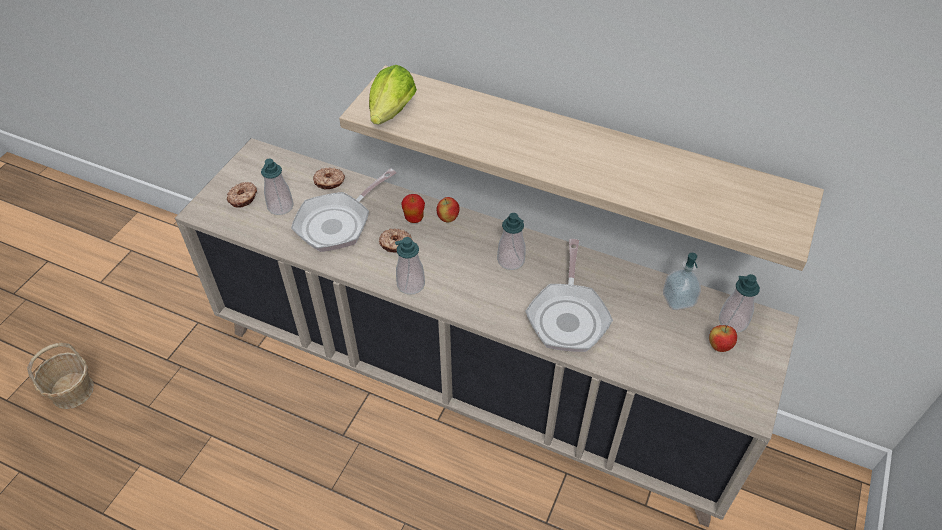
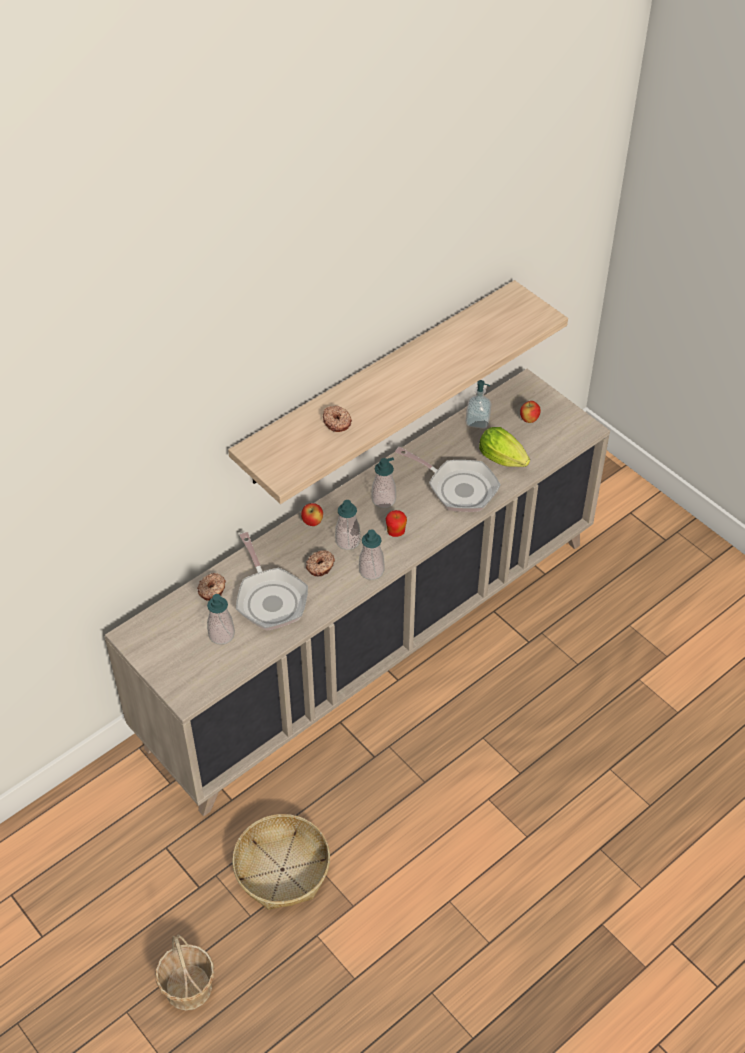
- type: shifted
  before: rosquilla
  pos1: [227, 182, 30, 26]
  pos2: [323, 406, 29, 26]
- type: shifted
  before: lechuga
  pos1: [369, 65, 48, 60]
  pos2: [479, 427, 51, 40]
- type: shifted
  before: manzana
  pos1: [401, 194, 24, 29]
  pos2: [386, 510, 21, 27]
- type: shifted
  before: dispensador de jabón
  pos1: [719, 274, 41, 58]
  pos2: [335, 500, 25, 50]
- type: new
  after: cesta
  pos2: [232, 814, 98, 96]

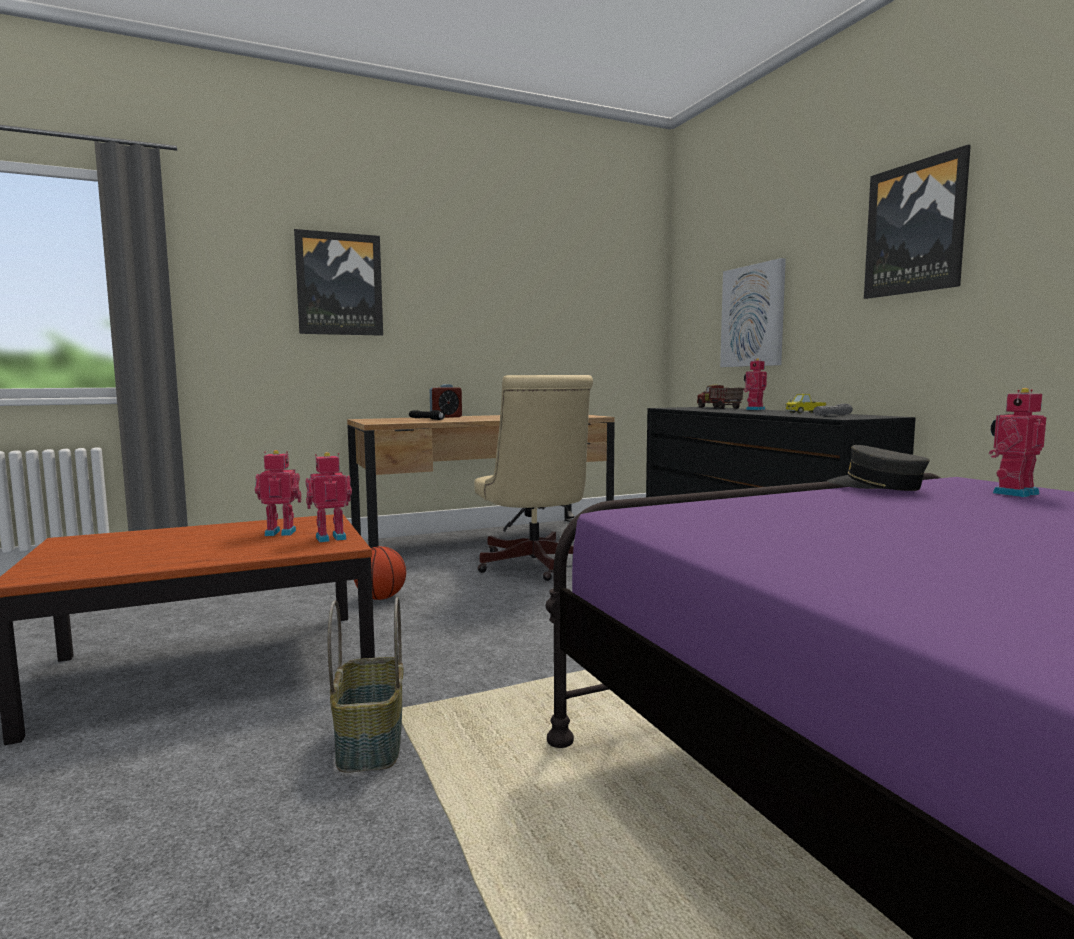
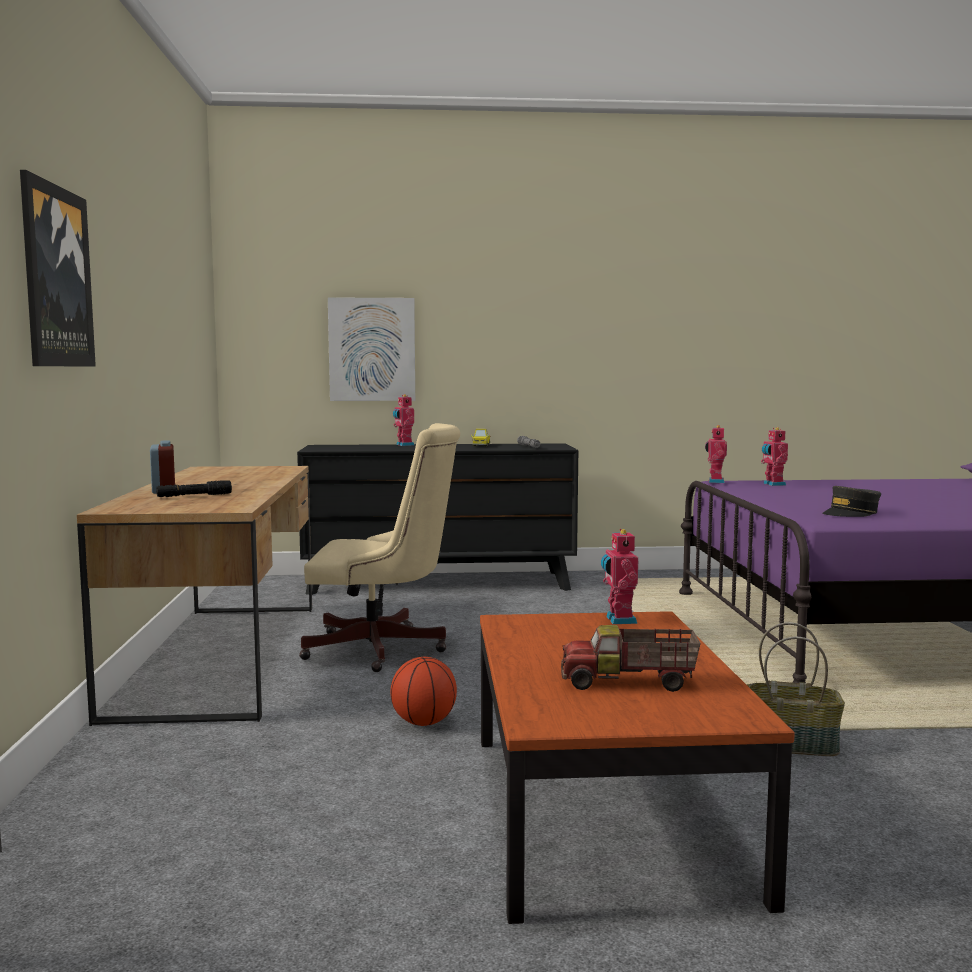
- type: shifted
  before: robot de juguete
  pos1: [255, 450, 47, 86]
  pos2: [705, 425, 22, 58]
- type: shifted
  before: camión de juguete
  pos1: [697, 384, 47, 25]
  pos2: [561, 625, 140, 67]
- type: shifted
  before: gorra [gris]
  pos1: [827, 445, 103, 46]
  pos2: [823, 486, 58, 31]
- type: gone
  before: cuadro
  pos1: [864, 145, 107, 154]

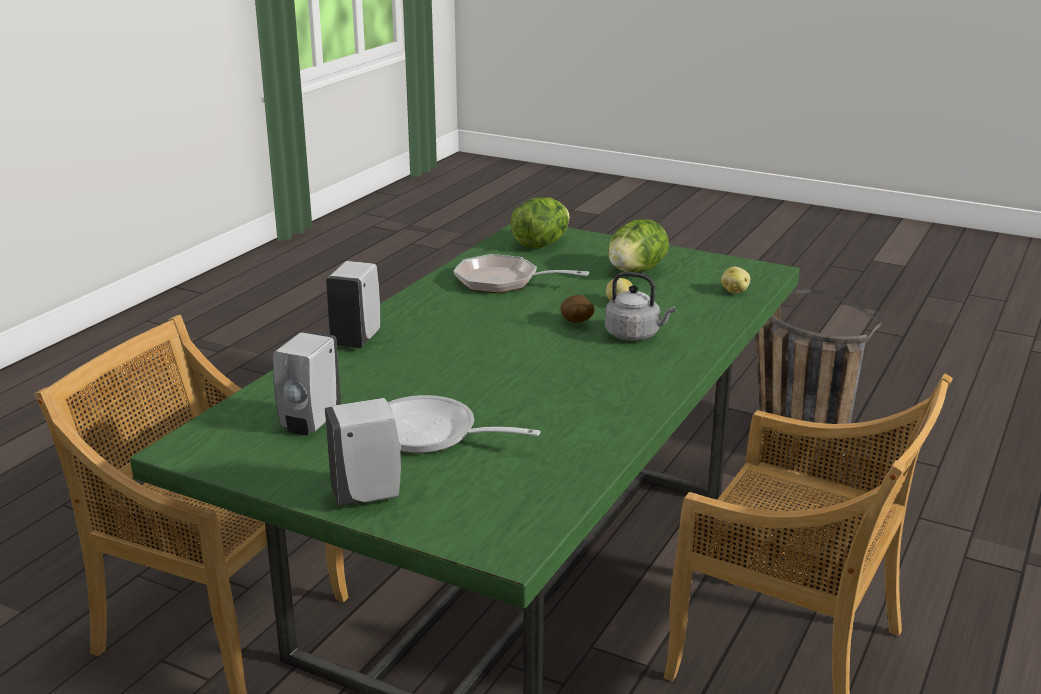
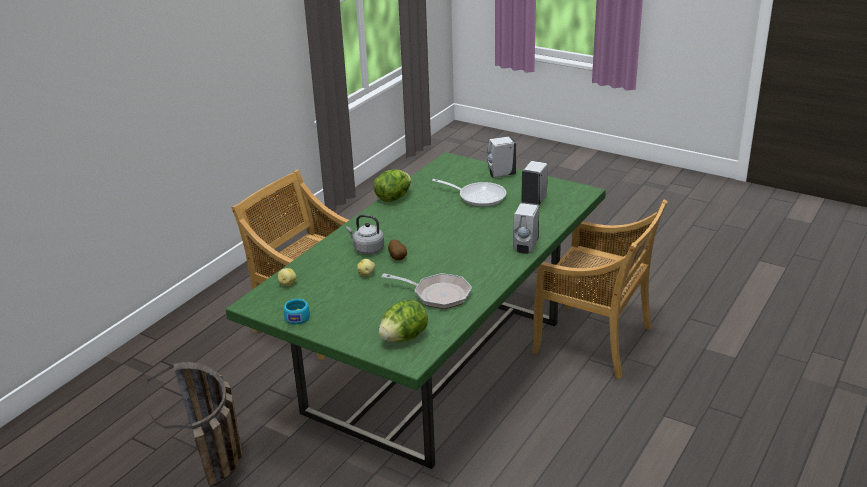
- type: shifted
  before: lechuga
  pos1: [608, 219, 61, 54]
  pos2: [373, 169, 38, 33]
- type: new
  after: taza [turquesa]
  pos2: [284, 299, 26, 26]

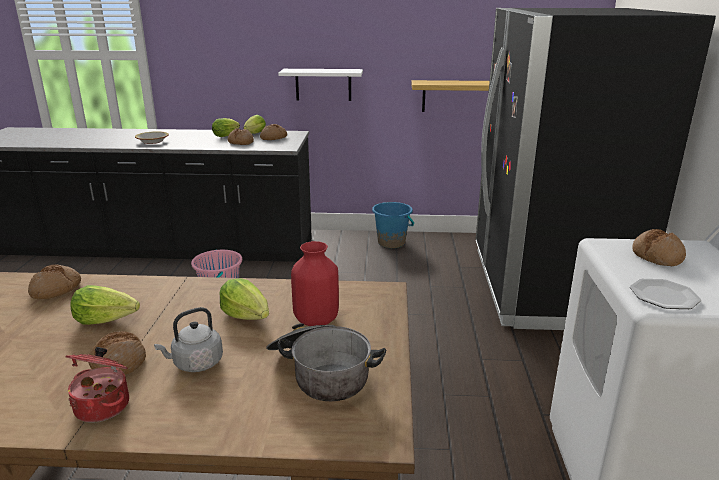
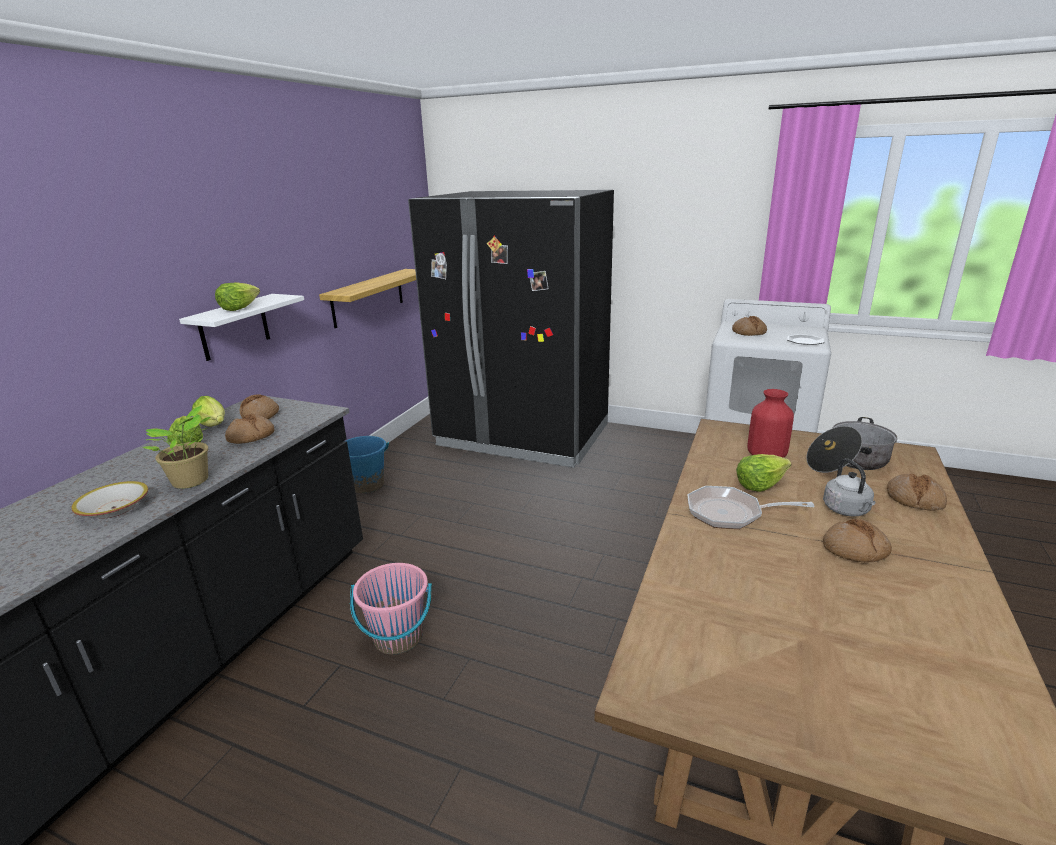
- type: shifted
  before: pan
  pos1: [28, 264, 53, 35]
  pos2: [887, 473, 60, 38]
- type: gone
  before: olla
  pos1: [66, 347, 63, 76]
- type: shifted
  before: lechuga
  pos1: [70, 285, 70, 40]
  pos2: [215, 282, 45, 29]
- type: new
  after: planta en maceta
  pos2: [143, 405, 67, 84]
- type: new
  after: sartén
  pos2: [688, 486, 127, 43]

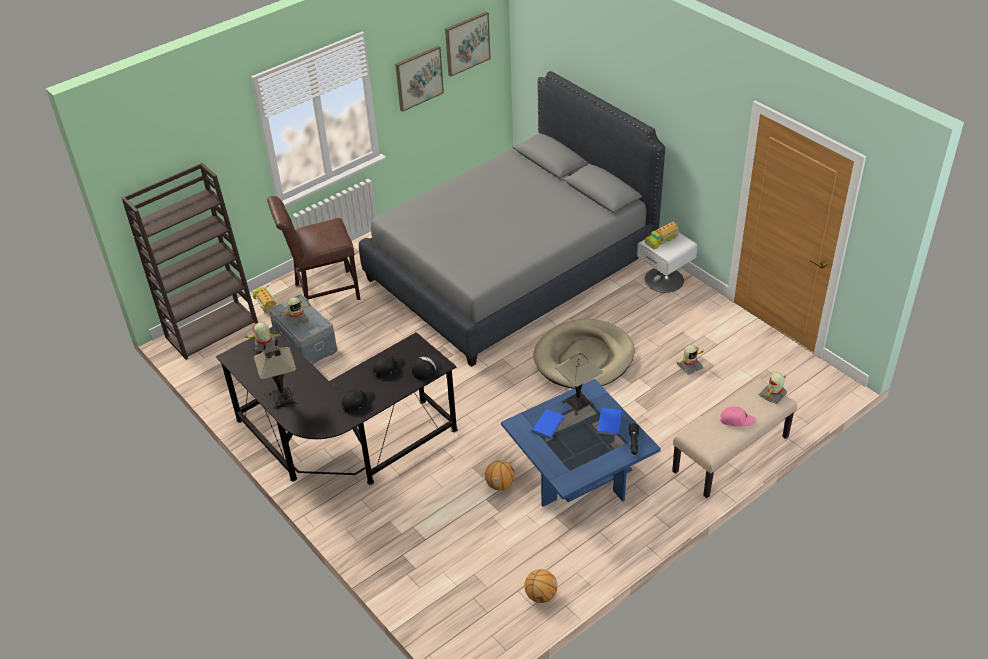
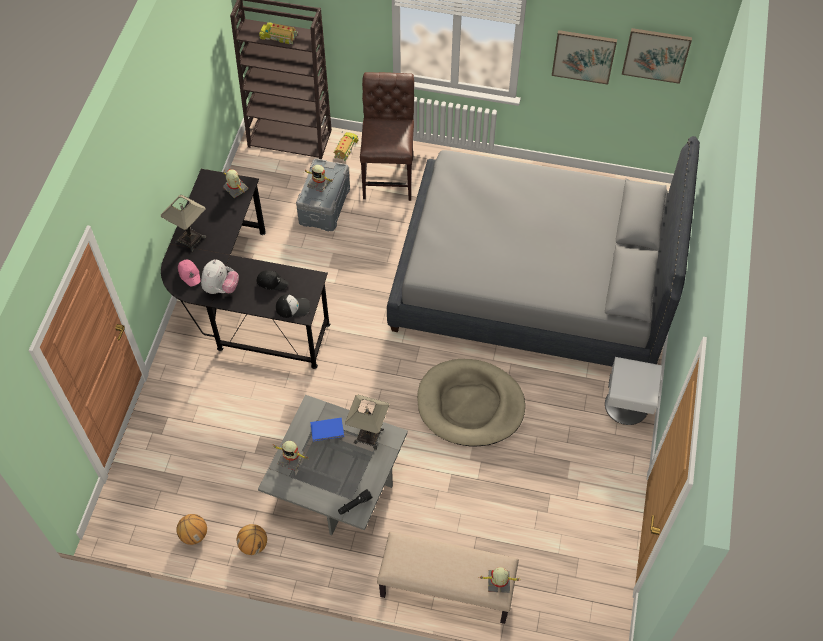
- type: rotated
  before: silla [marrón]
  pos1: [267, 196, 93, 104]
  pos2: [360, 72, 54, 129]
  turn: 60
- type: swapped
  before: gorra [negro]
  after: peluche
  pos1: [342, 389, 32, 23]
  pos2: [201, 260, 38, 34]
- type: shifted
  before: balón de baloncesto
  pos1: [485, 460, 30, 31]
  pos2: [237, 524, 30, 31]
- type: repainted
  before: mesa de centro [azul]
  after: mesa de centro [gris]
  pos1: [501, 379, 160, 128]
  pos2: [258, 395, 150, 140]
- type: gone
  before: libro [azul]
  pos1: [598, 408, 24, 28]
- type: shifted
  before: camión de juguete
  pos1: [645, 222, 34, 28]
  pos2: [259, 19, 39, 25]
- type: shifted
  before: robot de juguete
  pos1: [677, 345, 27, 30]
  pos2: [274, 441, 34, 30]
- type: shifted
  before: gorra [rosa]
  pos1: [720, 407, 36, 20]
  pos2: [178, 259, 23, 27]

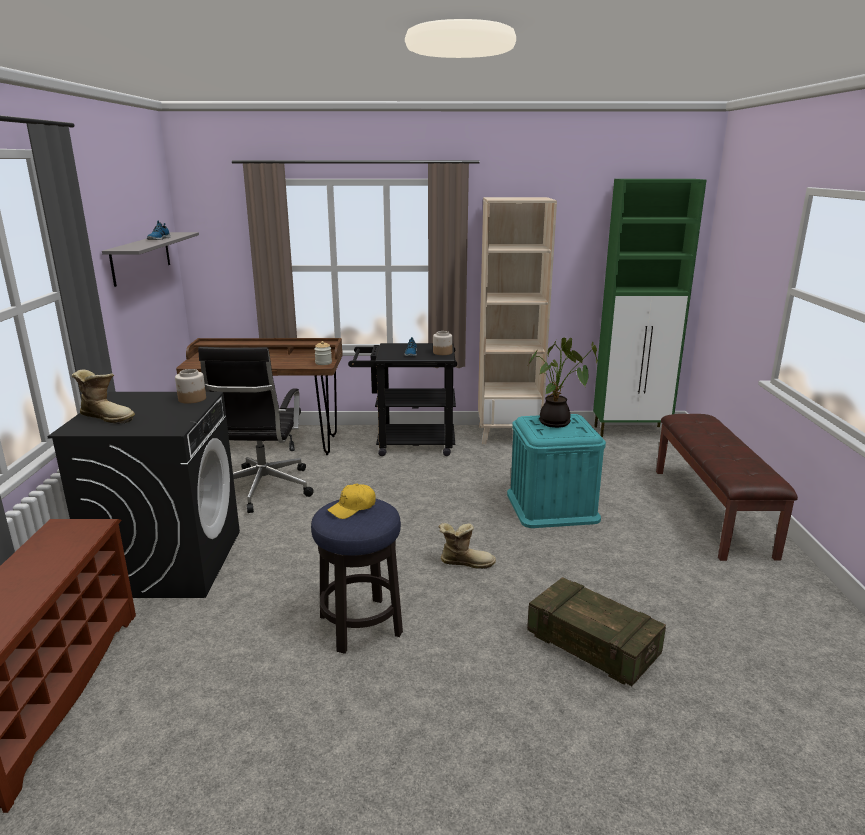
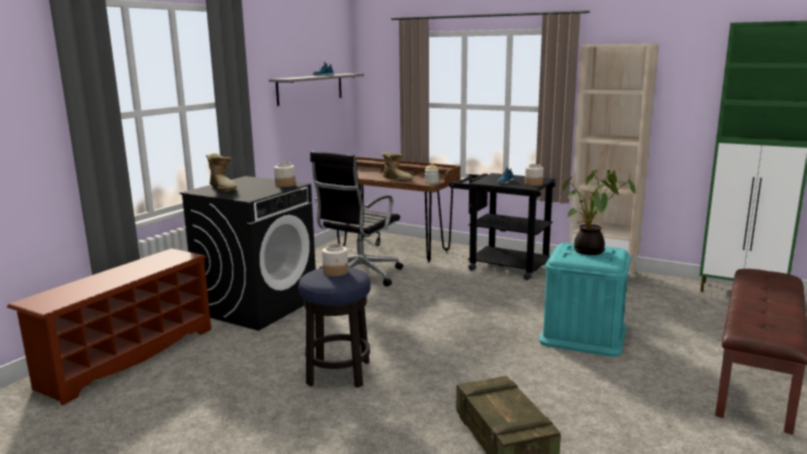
- type: swapped
  before: gorra [amarillo]
  after: tarro
  pos1: [328, 484, 48, 35]
  pos2: [322, 244, 26, 32]
- type: shifted
  before: bota
  pos1: [439, 523, 57, 46]
  pos2: [381, 152, 32, 30]

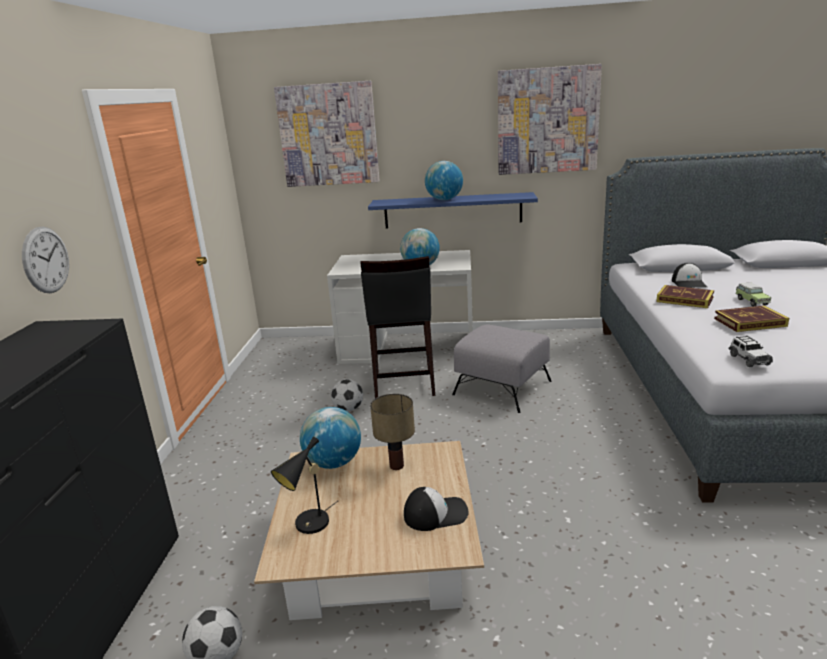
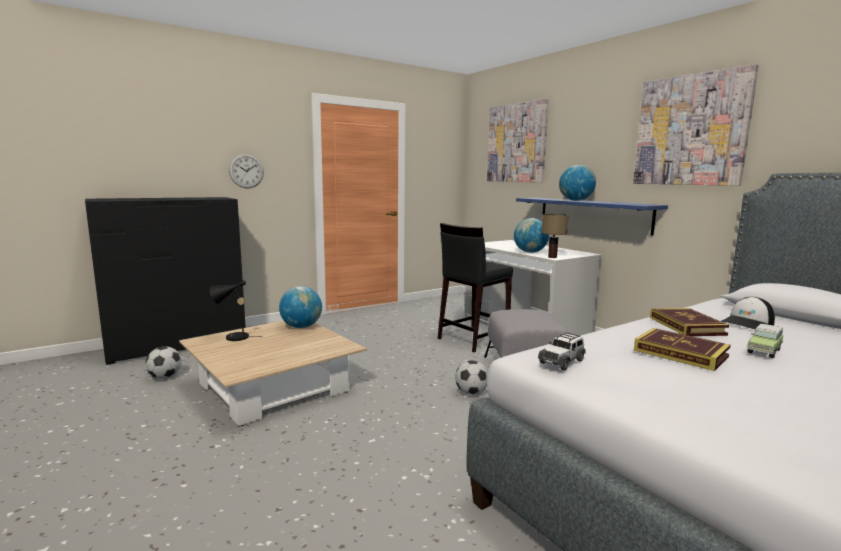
- type: shifted
  before: balón de fútbol
  pos1: [331, 379, 32, 32]
  pos2: [455, 360, 33, 35]
- type: shifted
  before: lámpara de mesa
  pos1: [370, 394, 45, 76]
  pos2: [542, 214, 27, 44]
- type: gone
  before: gorra
  pos1: [404, 487, 65, 44]

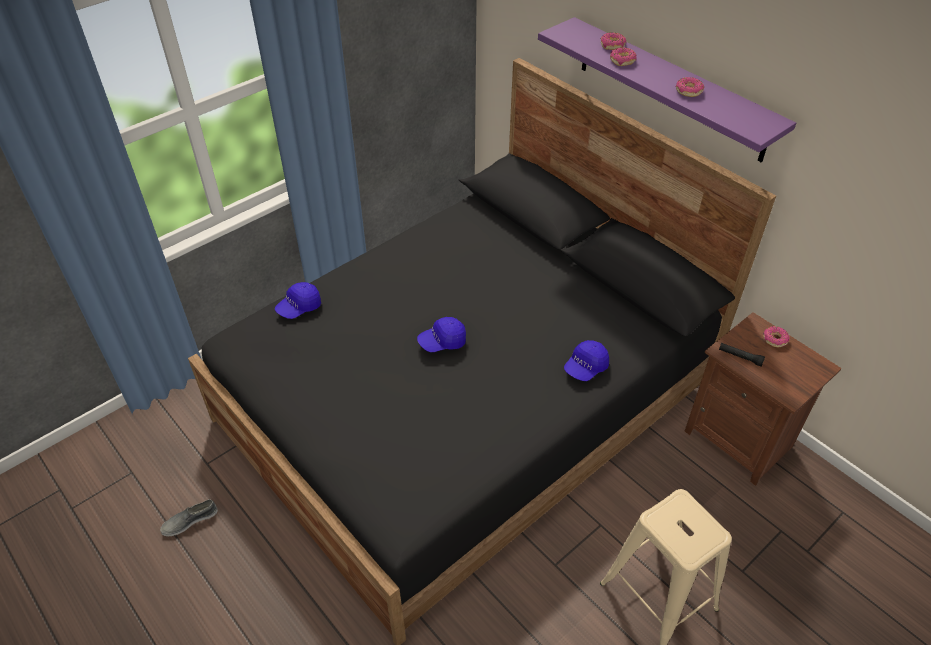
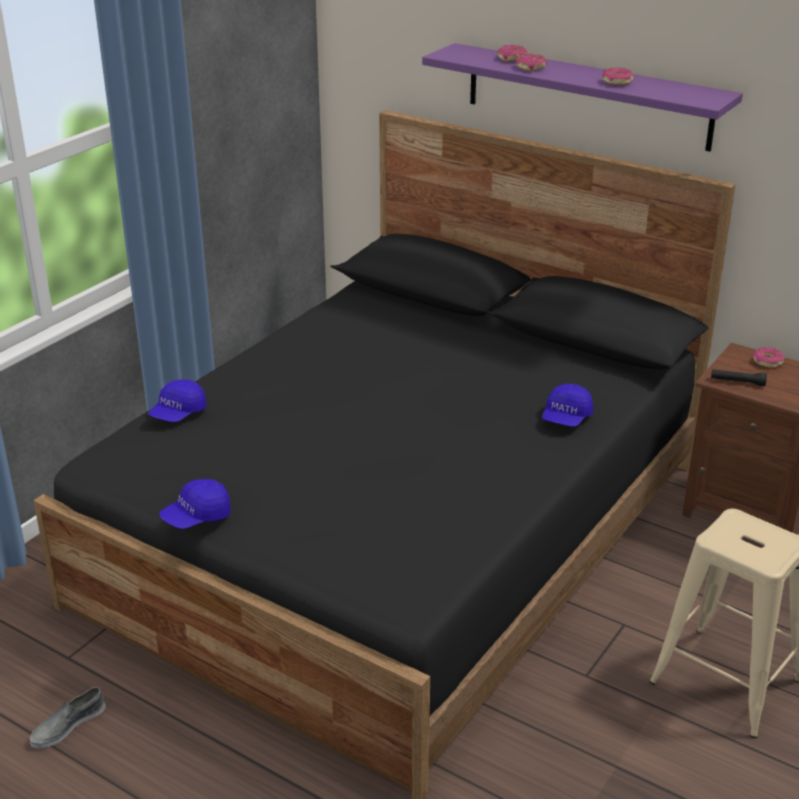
- type: shifted
  before: gorra [azul]
  pos1: [417, 317, 49, 35]
  pos2: [159, 479, 72, 50]

